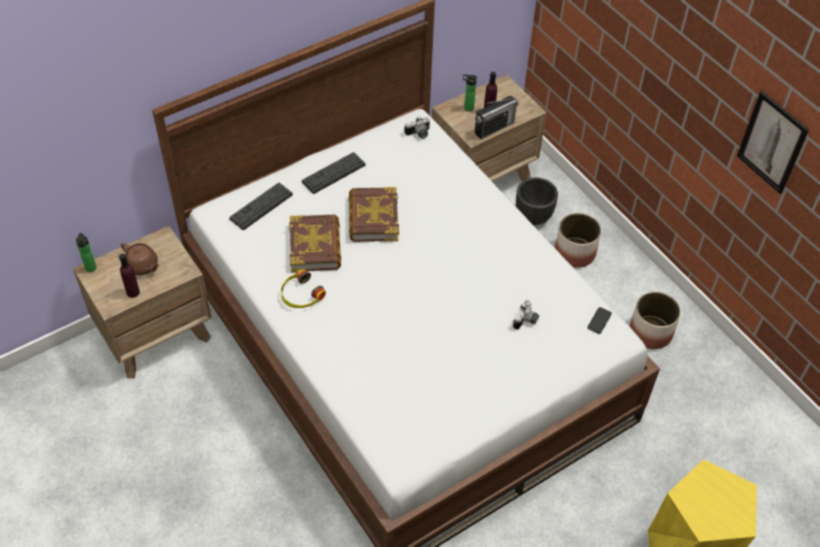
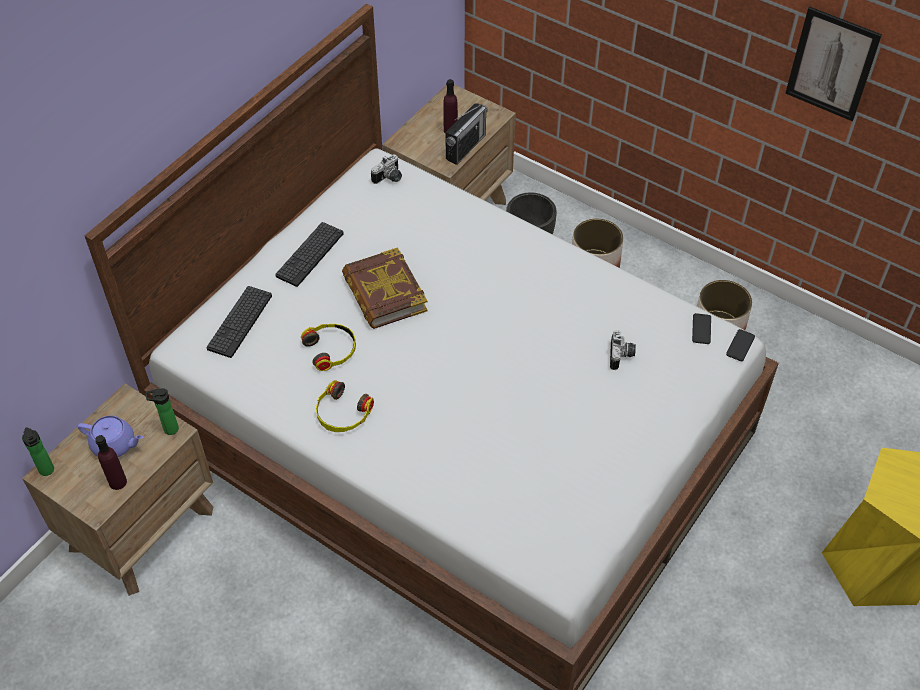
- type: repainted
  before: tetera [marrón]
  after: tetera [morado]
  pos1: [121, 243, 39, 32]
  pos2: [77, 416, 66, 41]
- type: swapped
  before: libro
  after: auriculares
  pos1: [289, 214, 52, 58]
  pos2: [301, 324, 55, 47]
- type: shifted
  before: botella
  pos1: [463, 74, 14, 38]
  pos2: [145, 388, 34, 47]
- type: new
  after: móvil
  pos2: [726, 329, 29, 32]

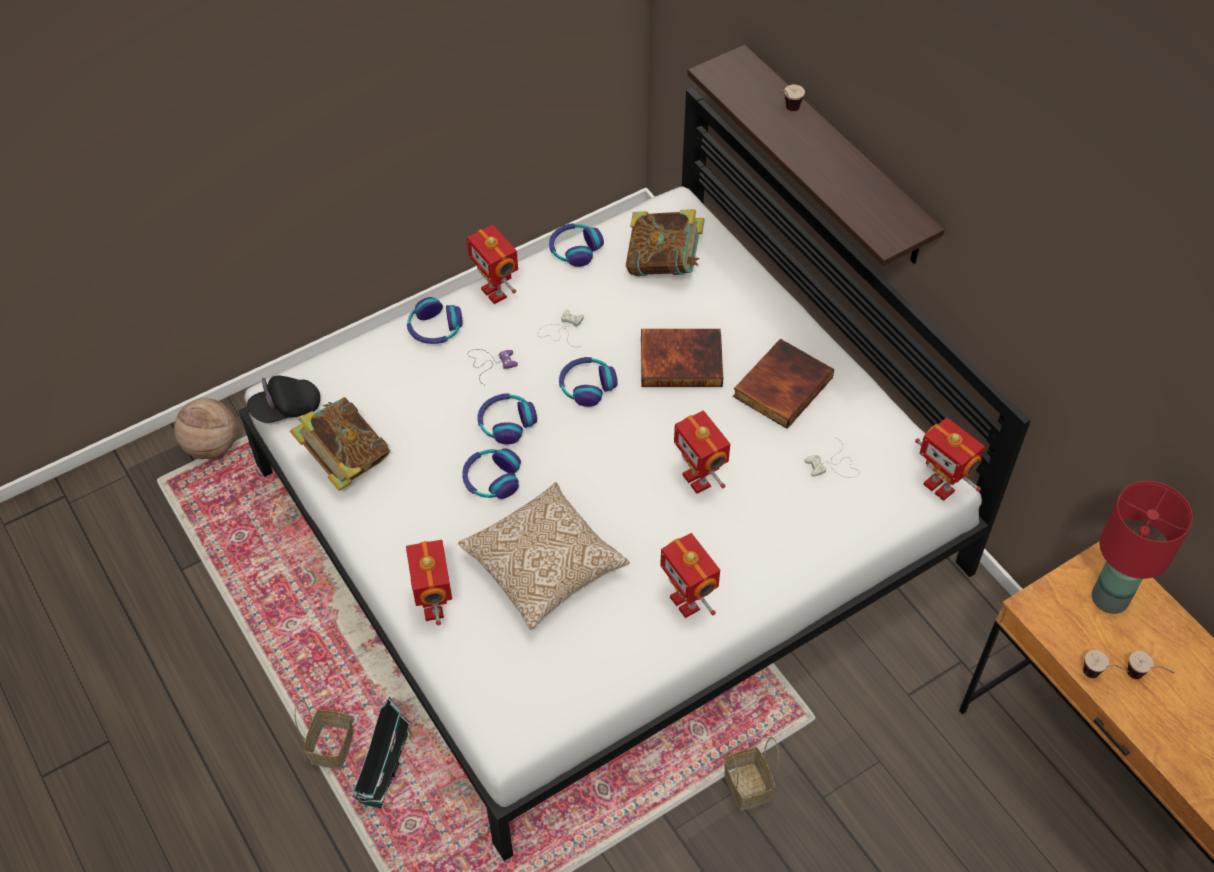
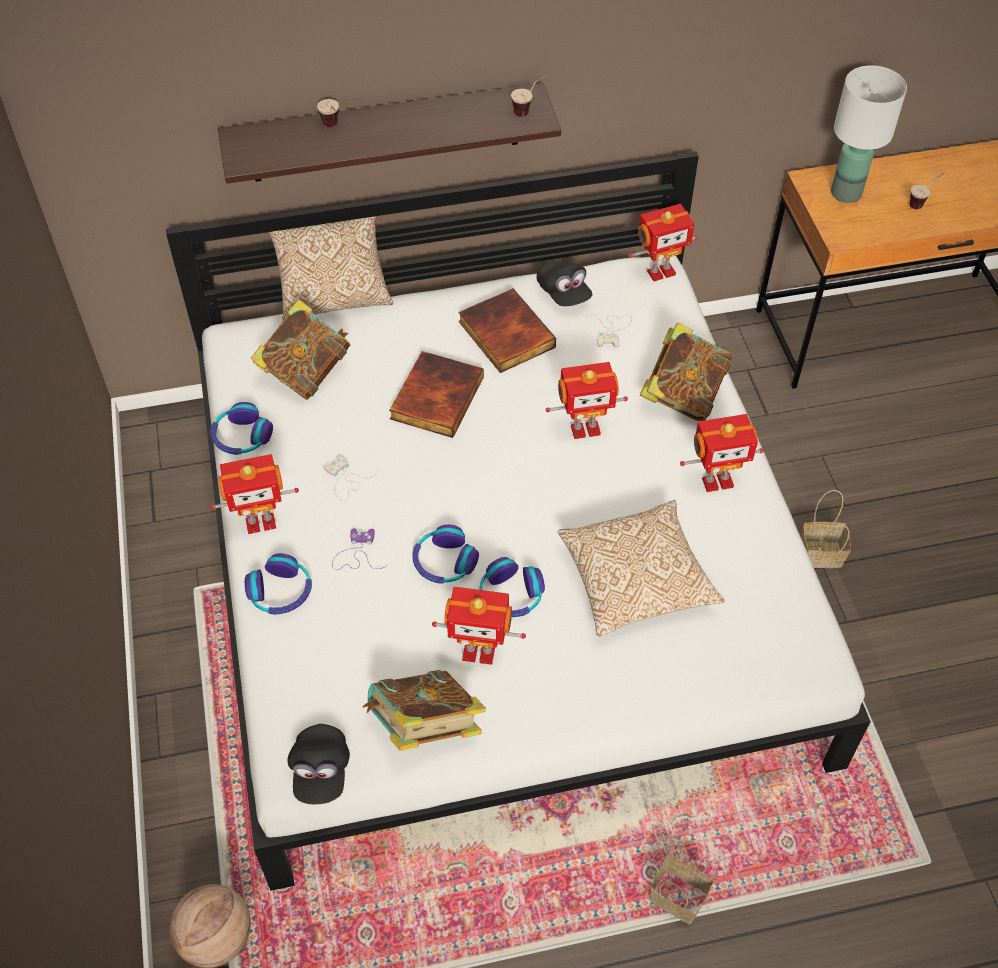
- type: gone
  before: casita
  pos1: [352, 697, 58, 111]
- type: shifted
  before: robot de juguete
  pos1: [406, 540, 46, 85]
  pos2: [432, 587, 94, 78]
- type: gone
  before: auriculares
  pos1: [559, 357, 59, 50]
- type: shifted
  before: taza
  pos1: [1083, 650, 46, 28]
  pos2: [511, 74, 36, 43]
- type: repainted
  before: lámpara de mesa [rojo]
  after: lámpara de mesa [blanco]
  pos1: [1092, 481, 101, 133]
  pos2: [831, 65, 76, 138]
- type: new
  after: cojín
  pos2: [269, 216, 125, 105]
- type: new
  after: gorra [negro]
  pos2: [537, 261, 55, 45]
- type: new
  after: libro
  pos2: [640, 323, 92, 98]

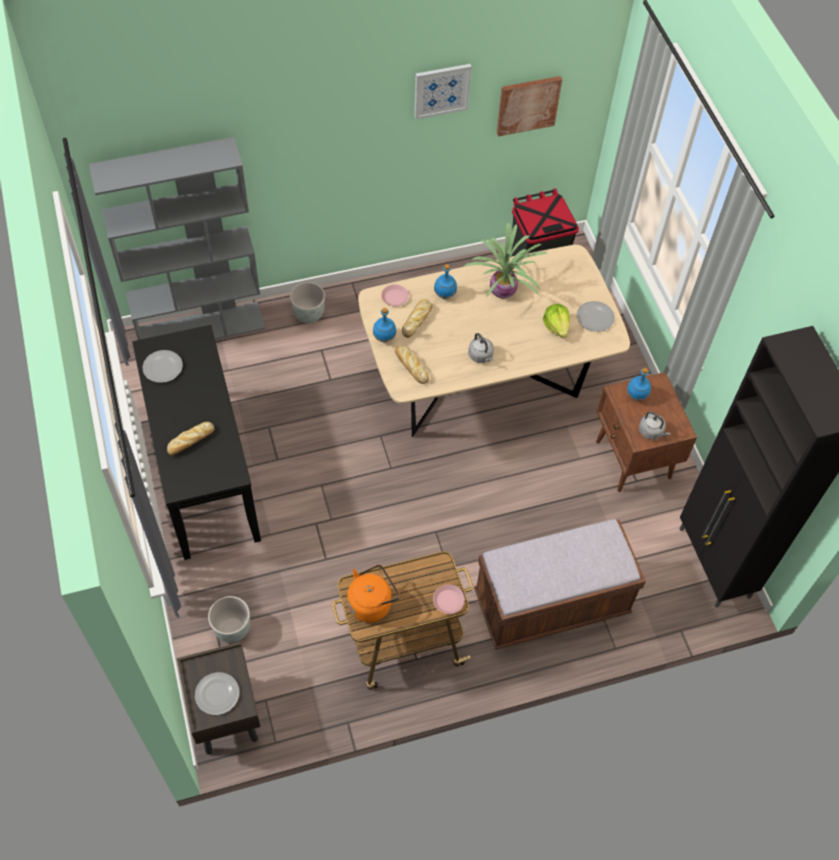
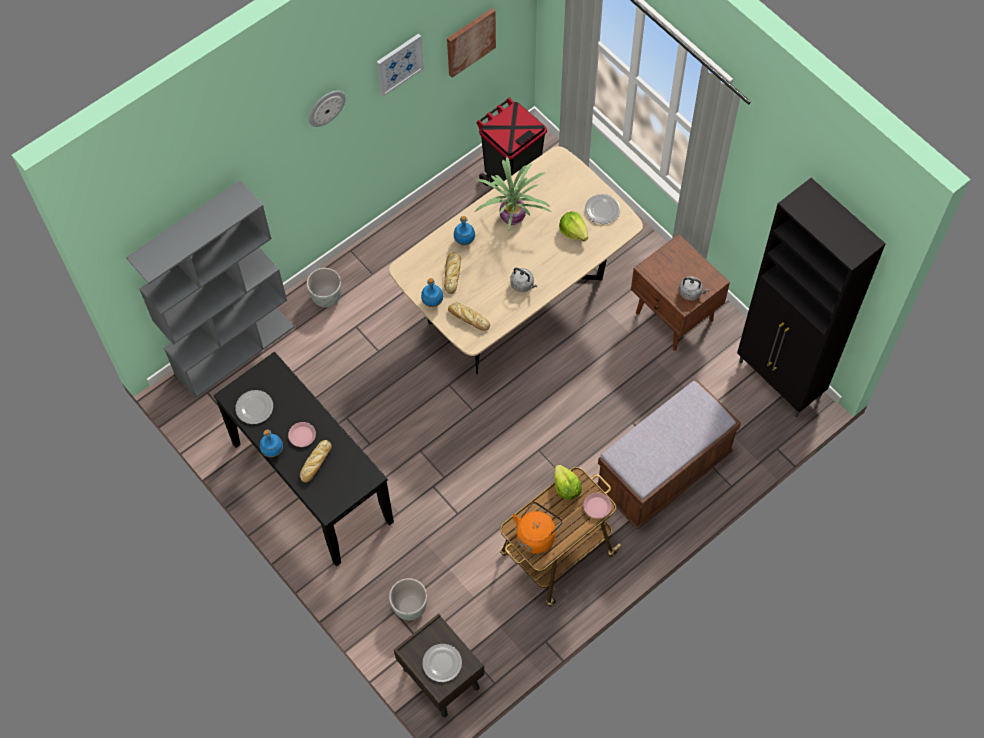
- type: shifted
  before: plato [rosa]
  pos1: [381, 284, 28, 22]
  pos2: [288, 422, 28, 25]
- type: shifted
  before: botella [azul]
  pos1: [627, 368, 24, 33]
  pos2: [260, 430, 23, 27]
- type: new
  after: reloj de pared
  pos2: [309, 91, 37, 36]
- type: new
  after: lechuga
  pos2: [554, 465, 28, 35]

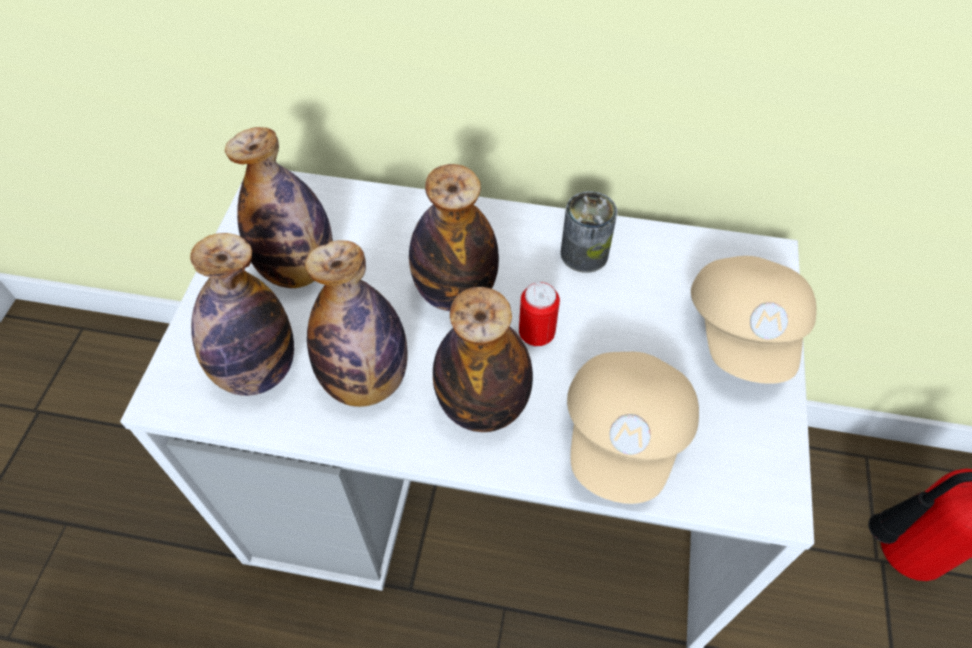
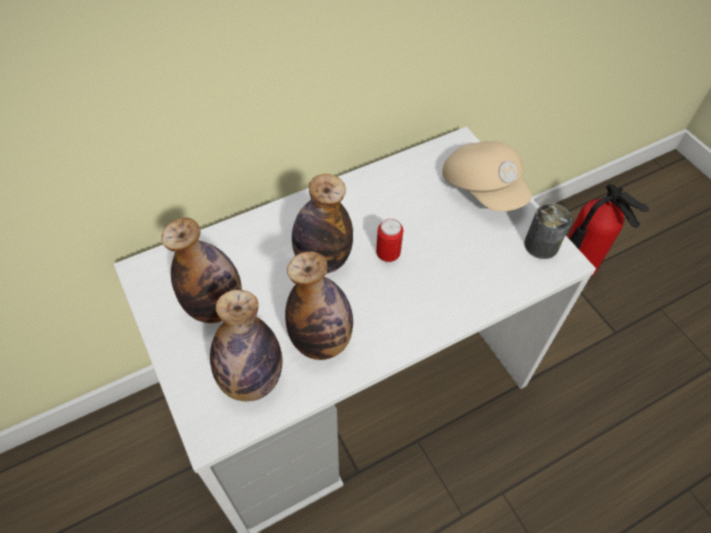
- type: gone
  before: botella
  pos1: [433, 287, 100, 145]
- type: shifted
  before: lata
  pos1: [561, 191, 56, 82]
  pos2: [524, 203, 48, 56]
- type: gone
  before: gorra [beis]
  pos1: [567, 352, 132, 152]

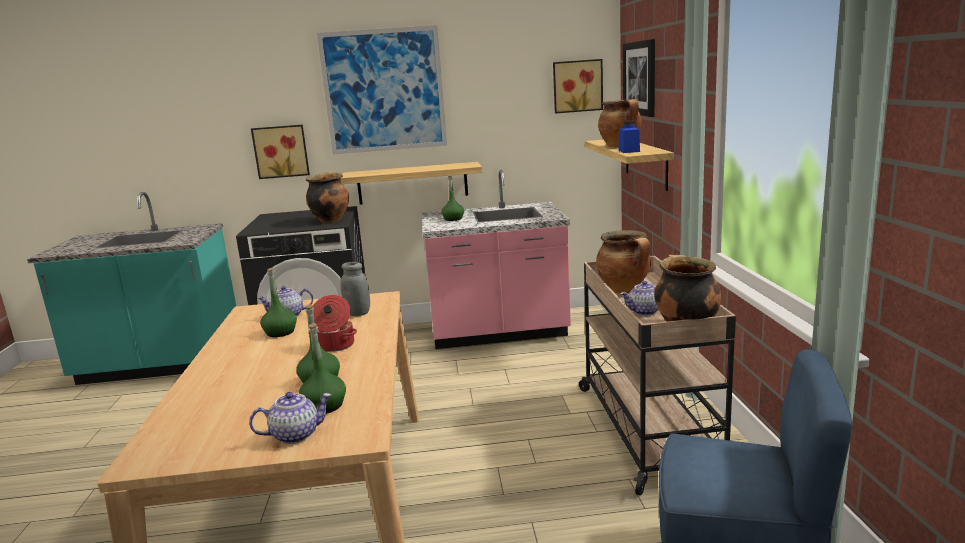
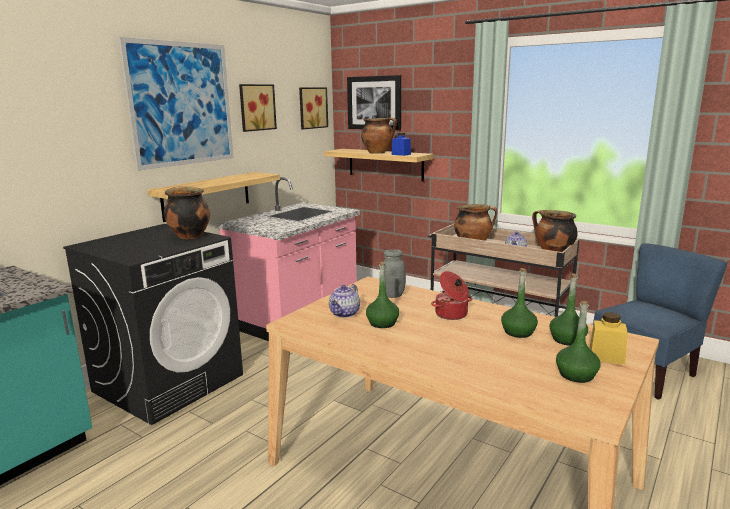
- type: swapped
  before: tetera
  after: tarro [amarillo]
  pos1: [249, 392, 82, 52]
  pos2: [589, 312, 39, 53]
- type: shifted
  before: cuadro
  pos1: [251, 125, 59, 54]
  pos2: [239, 84, 38, 48]
- type: shifted
  before: botella [verde]
  pos1: [441, 176, 23, 45]
  pos2: [556, 301, 45, 82]

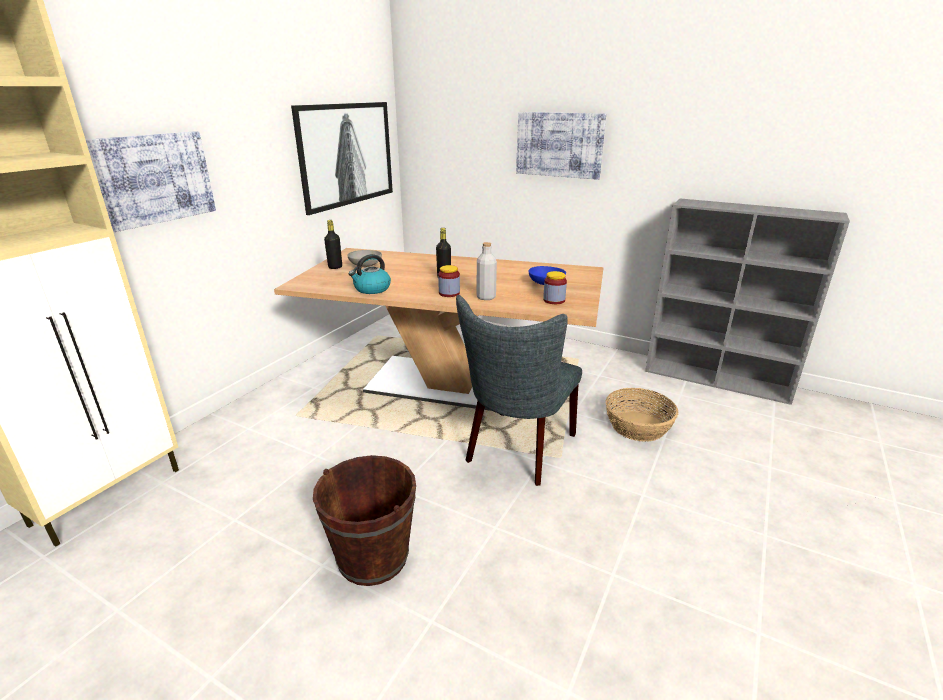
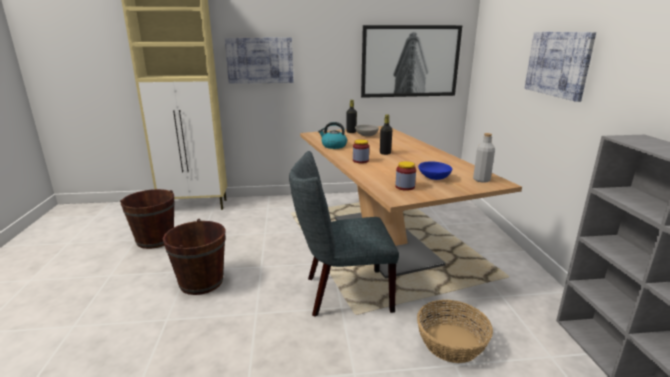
- type: shifted
  before: botella [gris]
  pos1: [477, 242, 20, 58]
  pos2: [473, 133, 22, 50]
- type: new
  after: cubo [marrón]
  pos2: [120, 189, 55, 60]

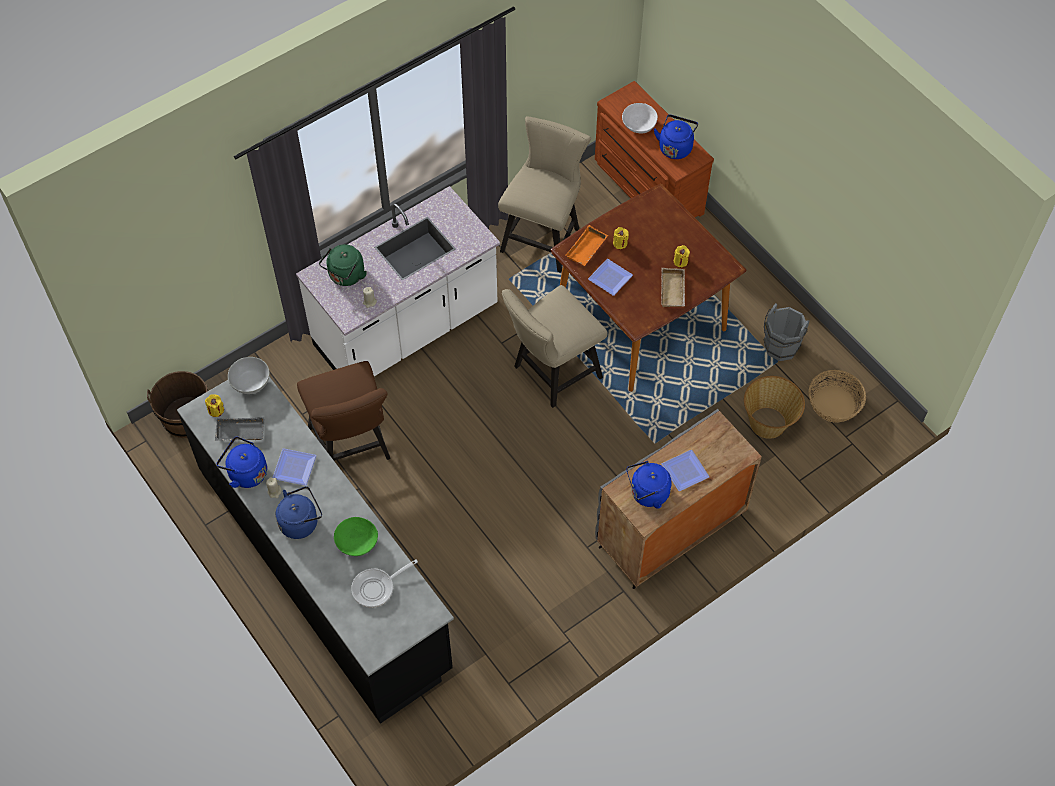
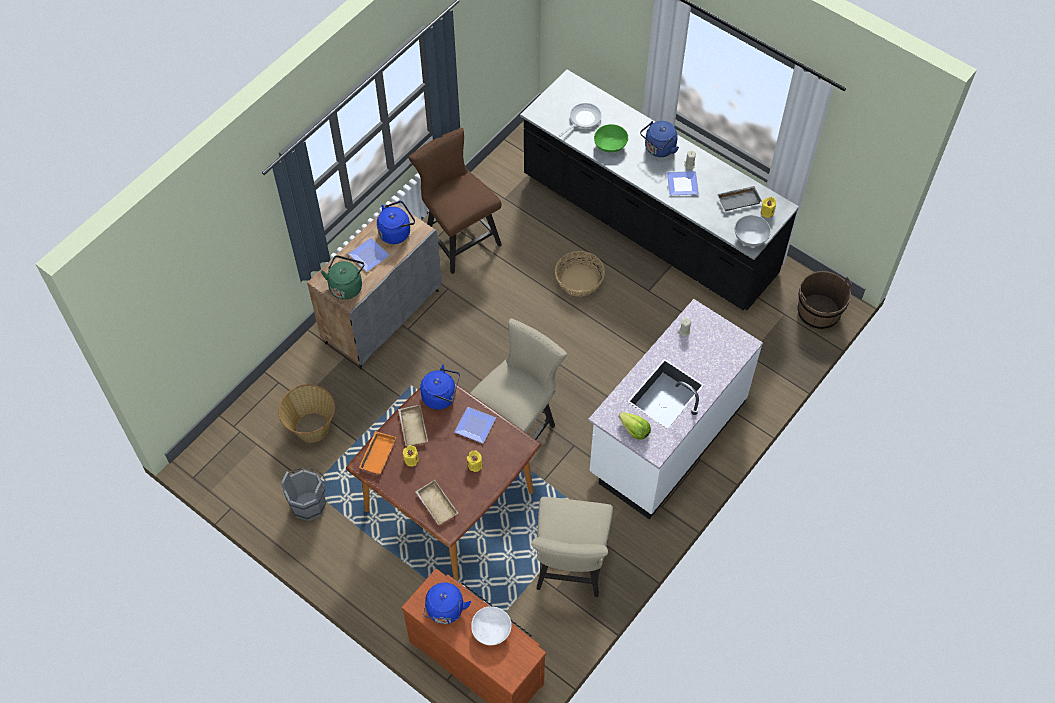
- type: shifted
  before: hervidor [azul]
  pos1: [216, 436, 51, 52]
  pos2: [420, 365, 40, 45]
- type: shifted
  before: silla [marrón]
  pos1: [297, 361, 93, 100]
  pos2: [408, 128, 94, 146]
- type: shifted
  before: hervidor [verde]
  pos1: [319, 244, 48, 42]
  pos2: [321, 255, 43, 45]
- type: shifted
  before: bandeja [naranja]
  pos1: [566, 225, 42, 41]
  pos2: [359, 431, 37, 43]
- type: shifted
  before: cesta
  pos1: [809, 370, 57, 53]
  pos2: [555, 251, 50, 46]
- type: new
  after: bandeja [beis]
  pos2: [415, 480, 43, 45]
- type: new
  after: lechuga
  pos2: [618, 412, 33, 28]

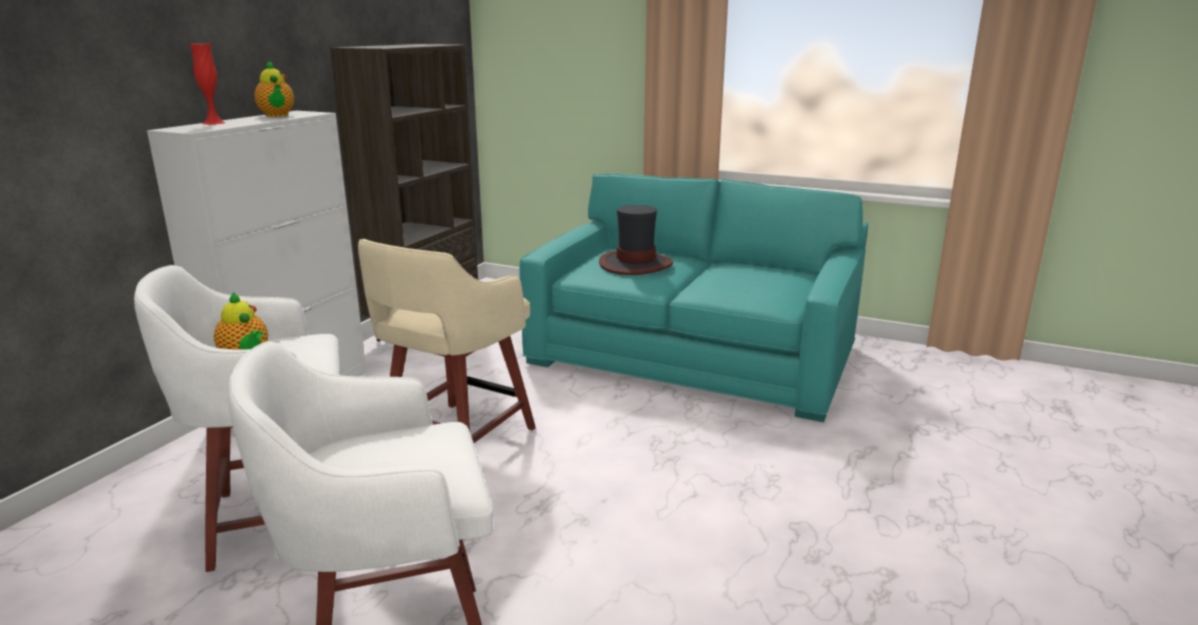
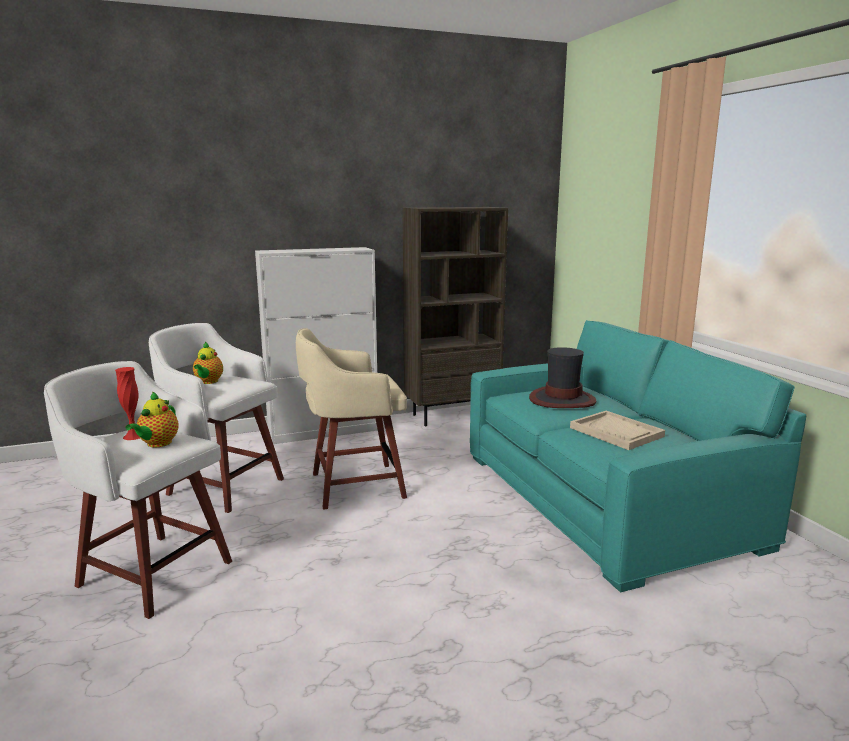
- type: shifted
  before: florero [rojo]
  pos1: [190, 44, 35, 81]
  pos2: [115, 367, 25, 73]
- type: shifted
  before: tetera
  pos1: [254, 61, 40, 56]
  pos2: [125, 391, 54, 57]
- type: new
  after: bandeja [beis]
  pos2: [570, 411, 95, 39]

